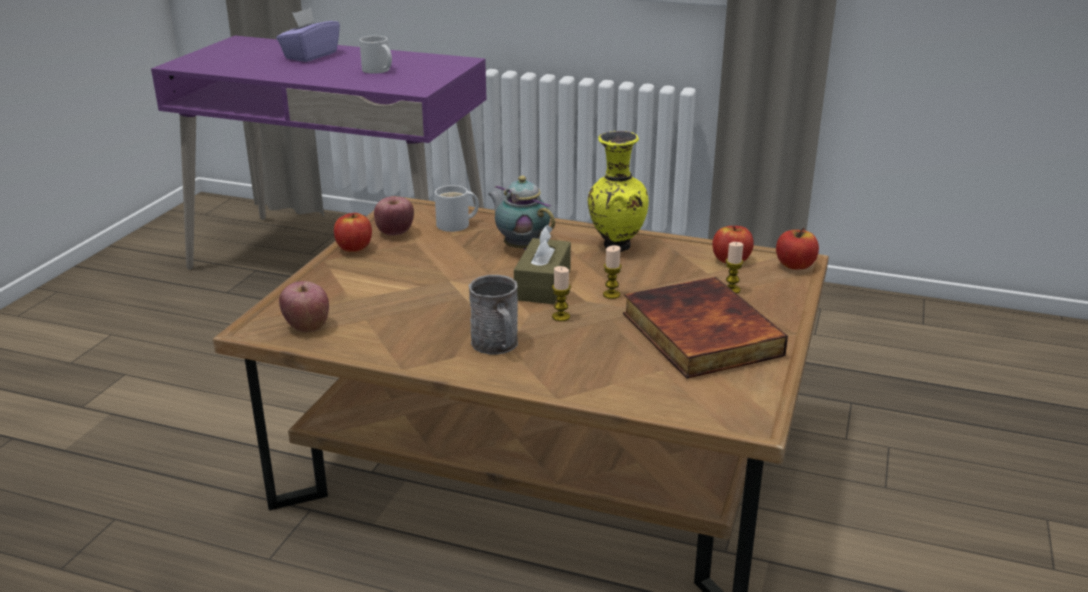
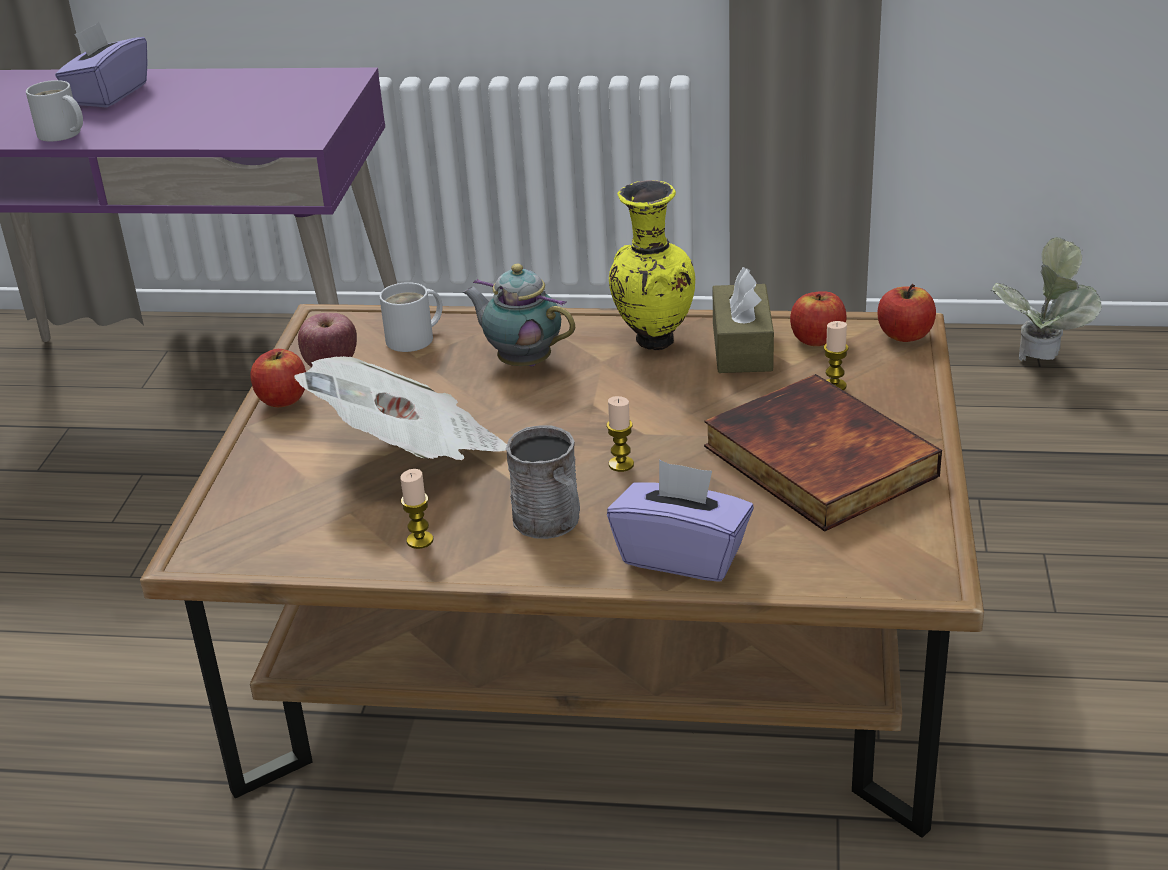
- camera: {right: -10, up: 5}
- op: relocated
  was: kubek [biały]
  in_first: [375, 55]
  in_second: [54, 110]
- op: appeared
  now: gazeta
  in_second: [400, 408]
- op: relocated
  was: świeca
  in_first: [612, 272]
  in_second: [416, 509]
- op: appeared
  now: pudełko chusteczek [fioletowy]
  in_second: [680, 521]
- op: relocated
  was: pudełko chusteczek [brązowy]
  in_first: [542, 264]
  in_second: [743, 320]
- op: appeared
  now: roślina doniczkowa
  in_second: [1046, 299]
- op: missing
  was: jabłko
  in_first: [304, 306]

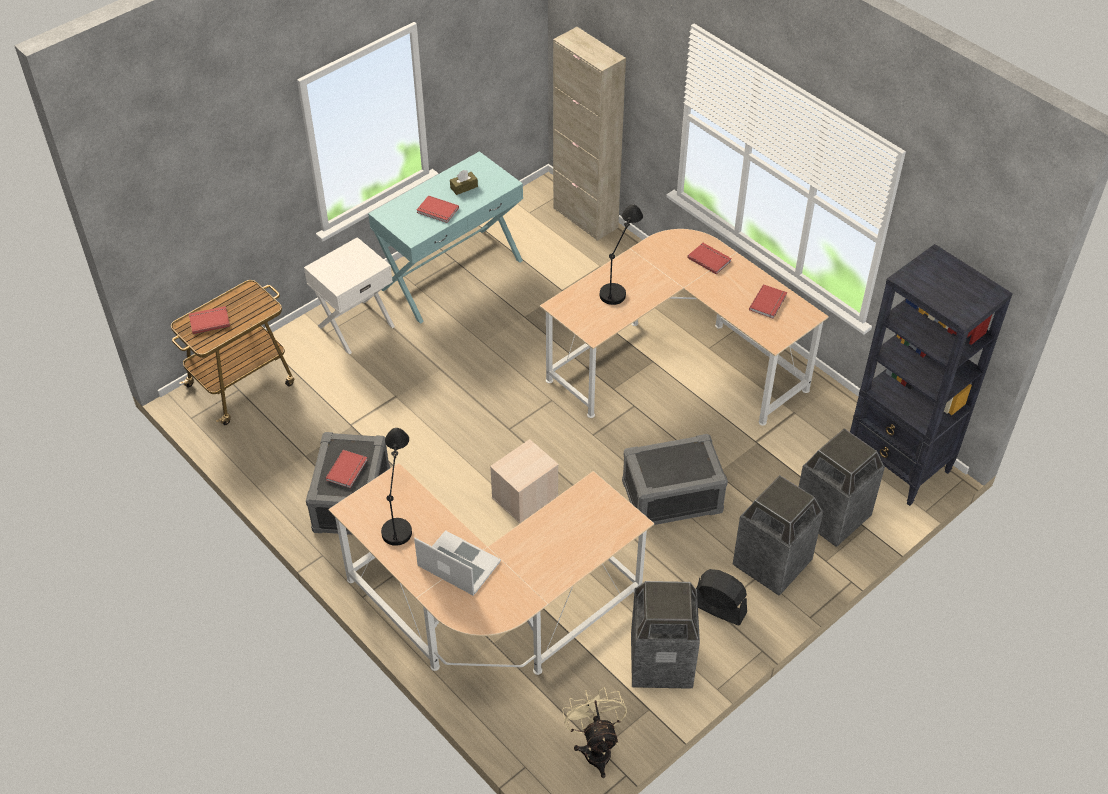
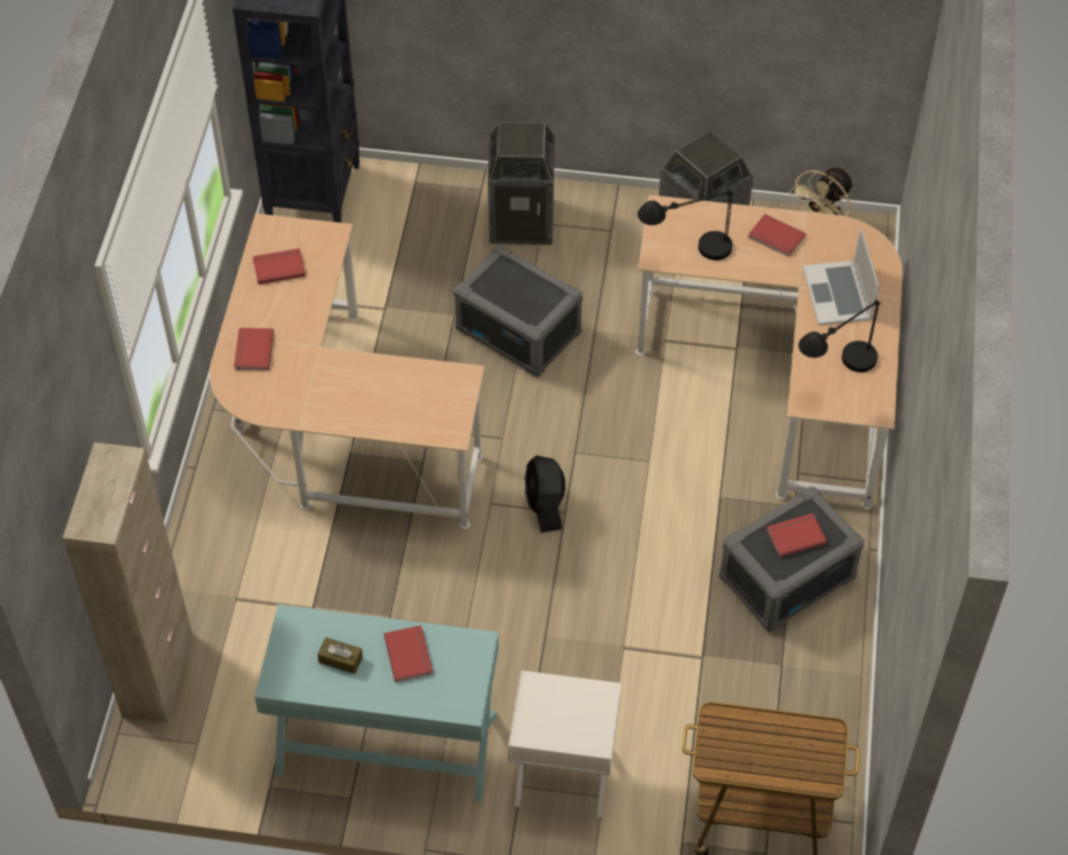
- camera: {right: -130, up: 5}
- op: relocated
  was: wentylator [czarny]
  in_first: [721, 597]
  in_second: [545, 494]
- op: relocated
  was: lampa stołowa [czarny]
  in_first: [621, 254]
  in_second: [685, 224]
- op: relocated
  was: książka [czerwony]
  in_first: [209, 320]
  in_second: [777, 235]
- op: missing
  was: pojemnik do przechowywania [beżowy]
  in_first: [524, 481]
- op: missing
  was: kosz na śmieci
  in_first: [842, 487]

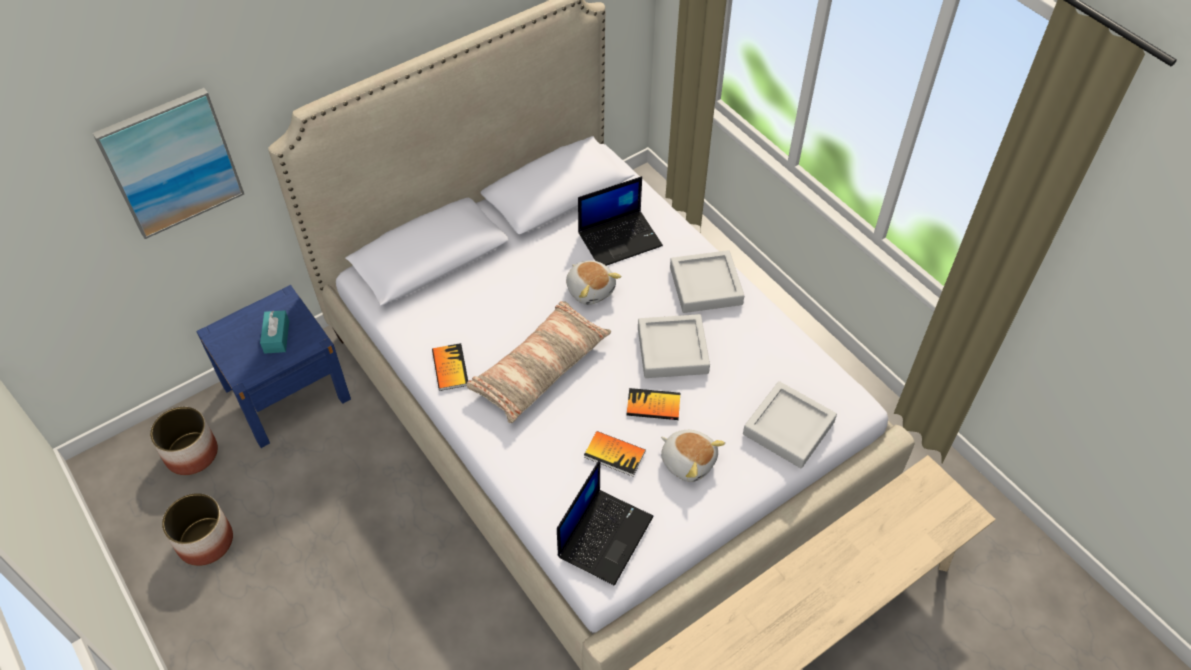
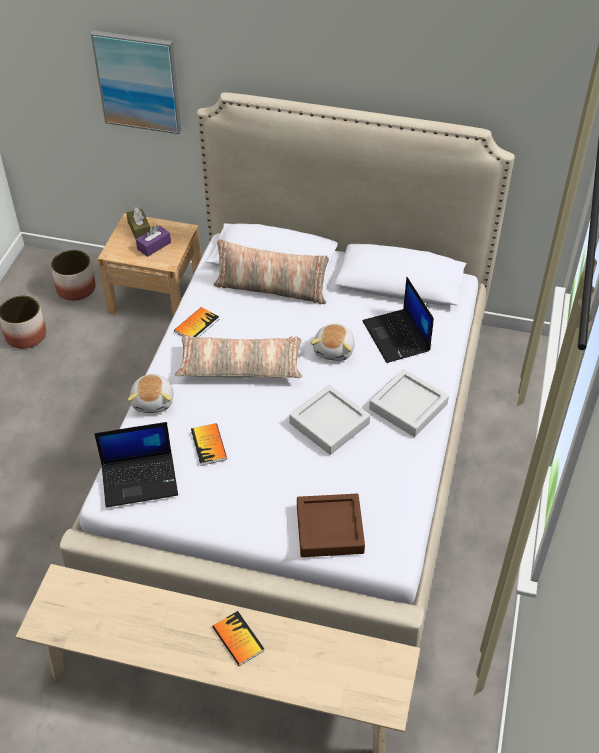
- camera: {right: 50, up: -5}
- op: colour
  was: szafka nocna [niebieski]
  now: szafka nocna [beżowy]
  in_first: [273, 366]
  in_second: [149, 264]
- op: appeared
  now: pudełko chusteczek [brązowy]
  in_second: [138, 223]
- op: relocated
  was: pluszak
  in_first: [693, 456]
  in_second: [150, 393]
- op: colour
  was: pudełko chusteczek [turkusowy]
  now: pudełko chusteczek [fioletowy]
  in_first: [274, 332]
  in_second: [153, 241]
- op: relocated
  was: książka
  in_first: [653, 404]
  in_second: [238, 638]
- op: appeared
  now: poduszka
  in_second: [271, 271]
- op: colour
  was: taca [szary]
  now: taca [brązowy]
  in_first: [790, 424]
  in_second: [331, 525]
- op: spun
  was: laptop
  in_first: [620, 221]
  in_second: [398, 320]
  clockwise: 45

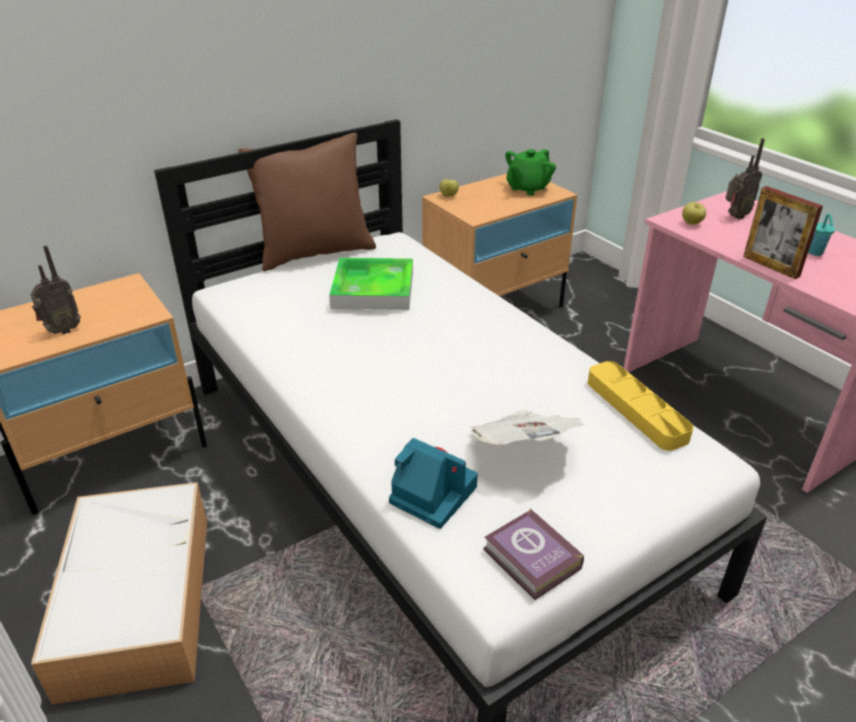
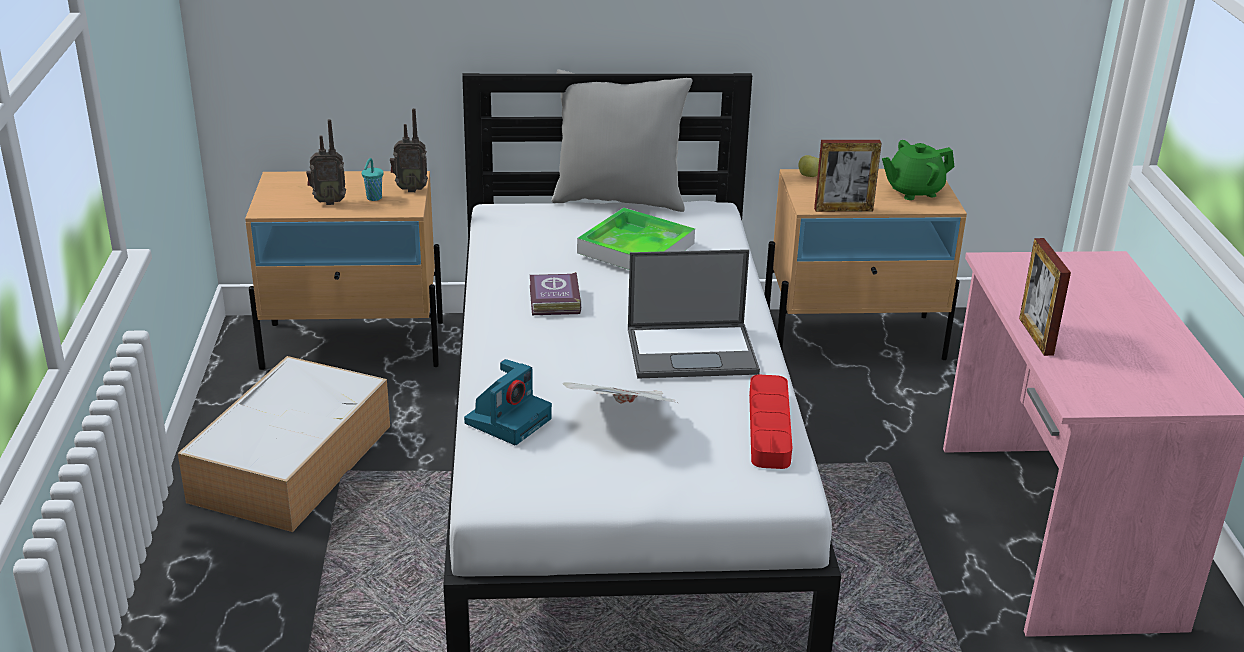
- camera: {right: 30, up: -5}
- op: relocated
  was: filiżanka [turkusowy]
  in_first: [821, 235]
  in_second: [373, 179]
- op: relocated
  was: radio
  in_first: [745, 179]
  in_second: [409, 150]
- op: spun
  was: aparat fotograficzny
  in_first: [433, 483]
  in_second: [508, 402]
  clockwise: 60
- op: relocated
  was: książka
  in_first: [533, 554]
  in_second: [555, 293]
- op: colour
  was: poduszka [brązowy]
  now: poduszka [szary]
  in_first: [307, 202]
  in_second: [621, 140]
- op: appeared
  now: laptop
  in_second: [694, 314]
- op: colour
  was: taca [żółty]
  now: taca [czerwony]
  in_first: [640, 406]
  in_second: [770, 421]
- op: appeared
  now: ramka na zdjęcie
  in_second: [848, 176]
- op: missing
  was: jabłko
  in_first: [694, 213]

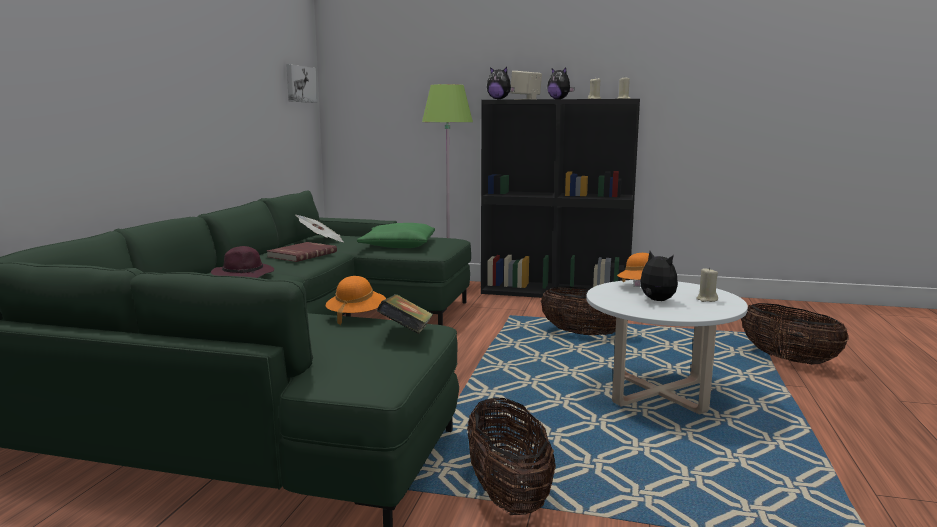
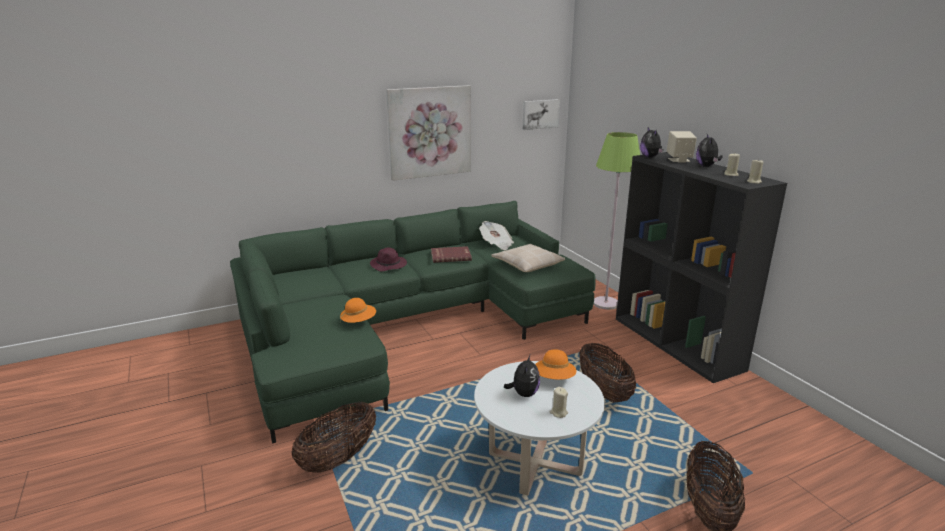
- camera: {right: 50, up: 10}
- op: appeared
  now: obraz
  in_second: [428, 133]
- op: colour
  was: poduszka [zielony]
  now: poduszka [beżowy]
  in_first: [396, 235]
  in_second: [528, 258]
- op: missing
  was: książka
  in_first: [405, 314]

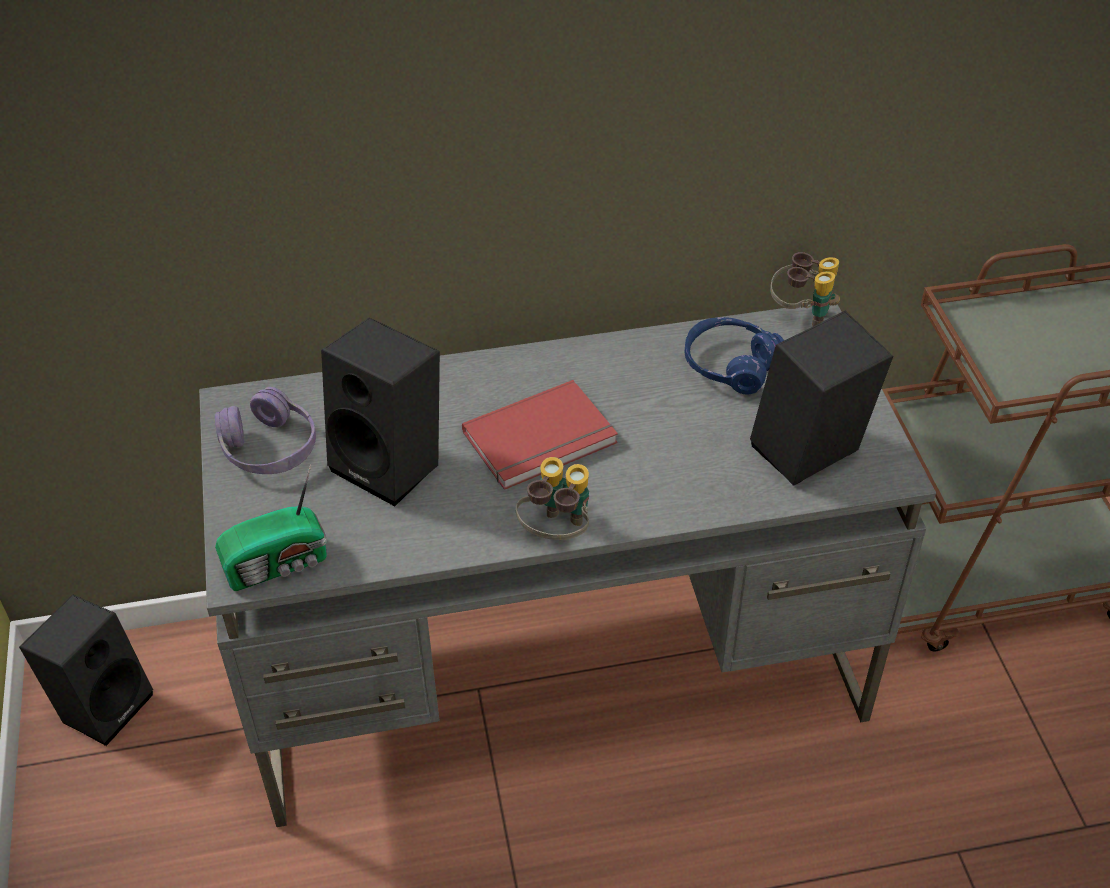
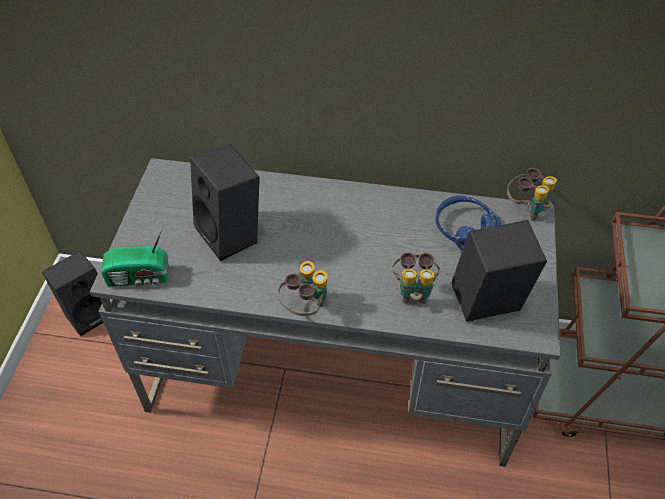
- camera: {right: 20, up: 5}
- op: appeared
  now: lornetka
  in_second: [416, 278]
- op: missing
  was: słuchawki [fioletowy]
  in_first: [265, 430]
- op: missing
  was: książka [czerwony]
  in_first: [540, 435]

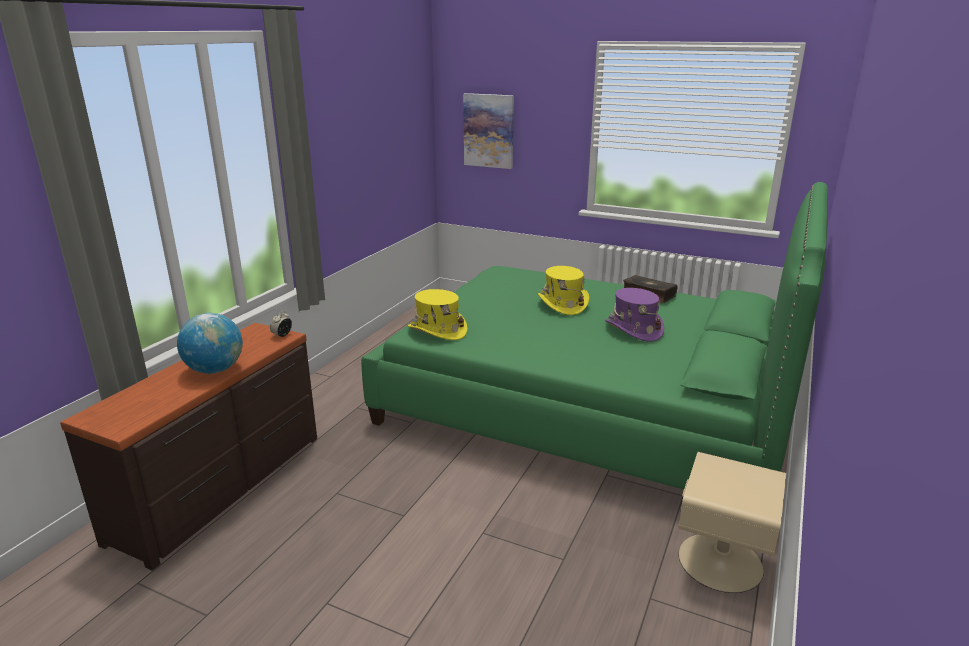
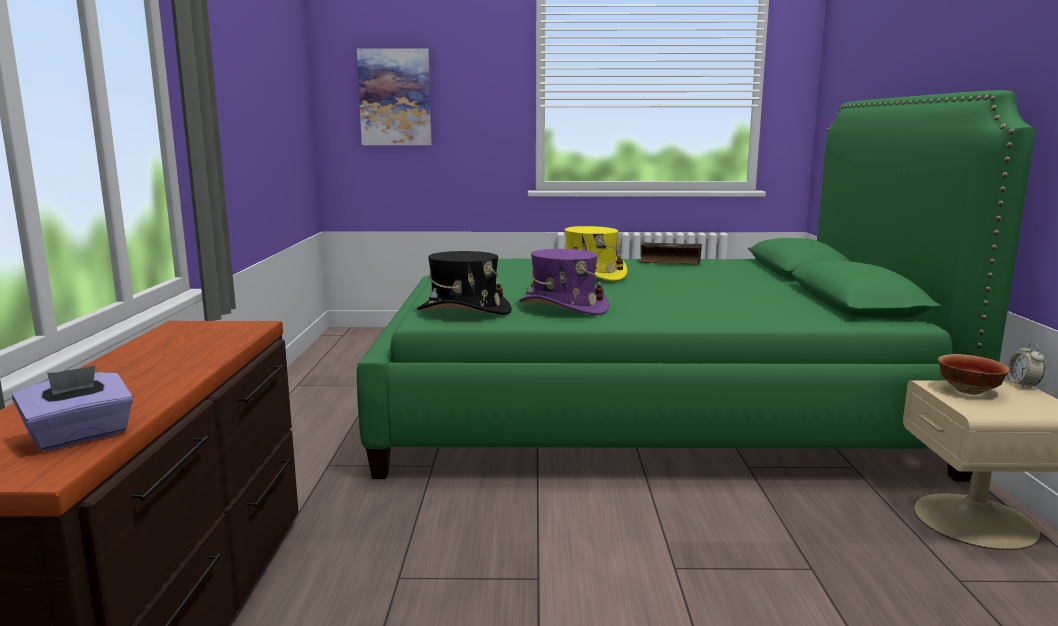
- camera: {right: -25, up: -10}
- op: appeared
  now: pudełko chusteczek [fioletowy]
  in_second: [72, 408]
- op: colour
  was: kapelusz [żółty]
  now: kapelusz [czarny]
  in_first: [437, 314]
  in_second: [464, 283]
- op: relocated
  was: kapelusz [fioletowy]
  in_first: [634, 315]
  in_second: [564, 282]
- op: appeared
  now: miska
  in_second: [974, 374]
- op: relocated
  was: budzik
  in_first: [281, 324]
  in_second: [1026, 365]
- op: missing
  was: globus
  in_first: [210, 343]

